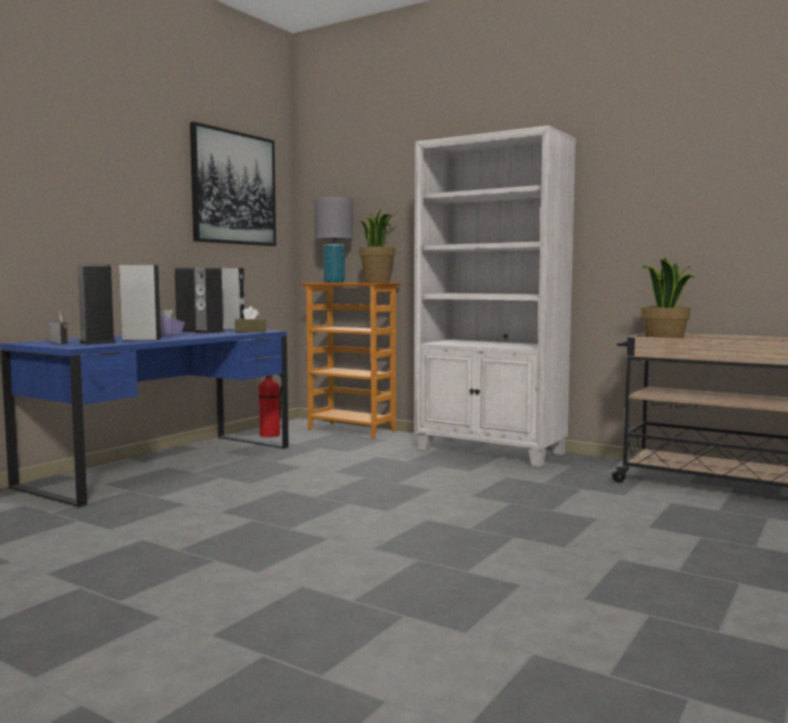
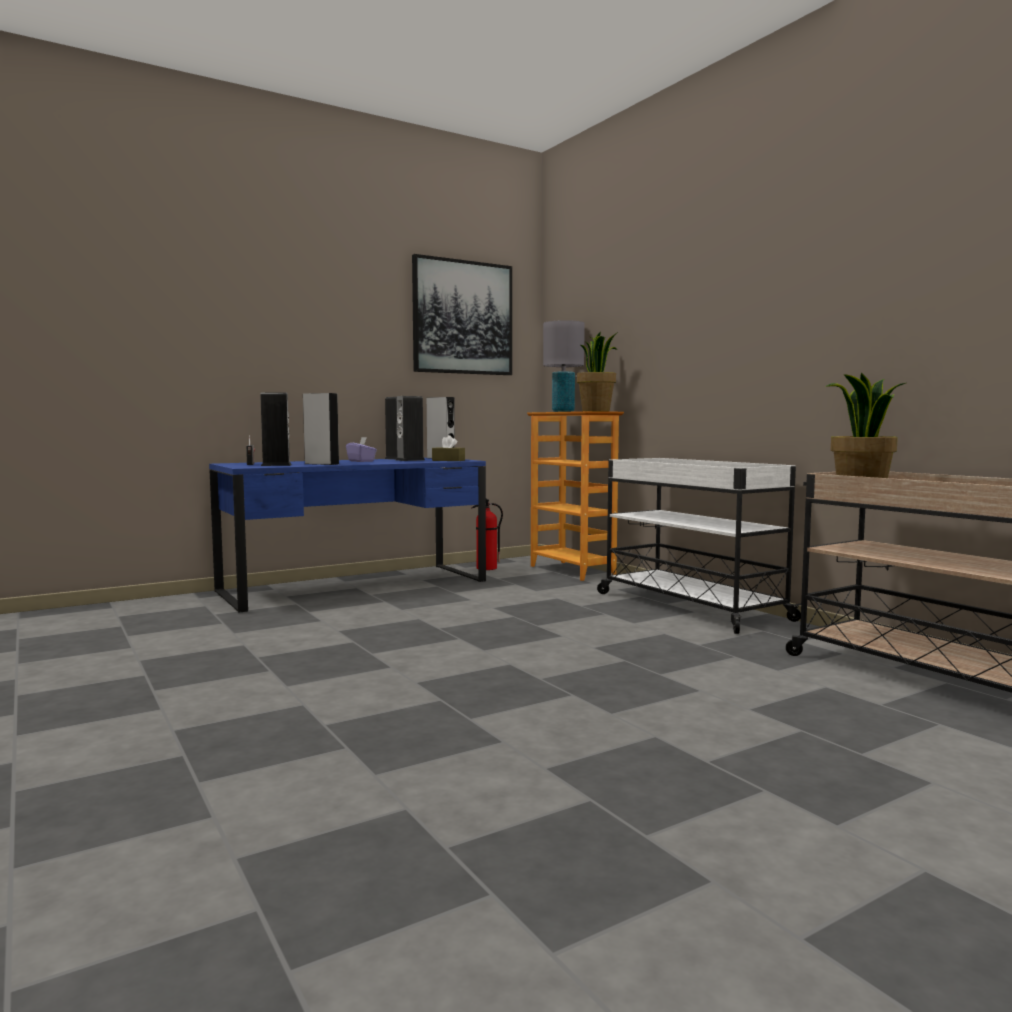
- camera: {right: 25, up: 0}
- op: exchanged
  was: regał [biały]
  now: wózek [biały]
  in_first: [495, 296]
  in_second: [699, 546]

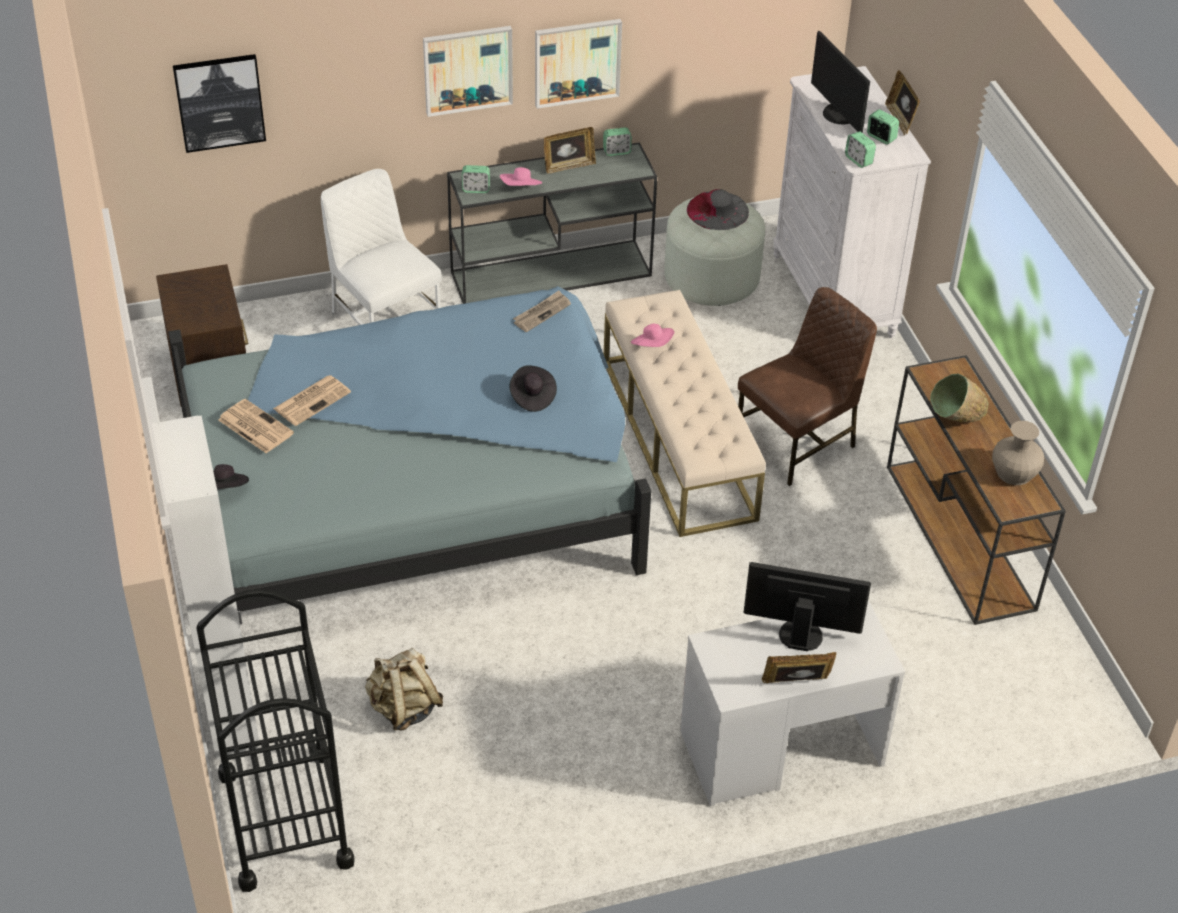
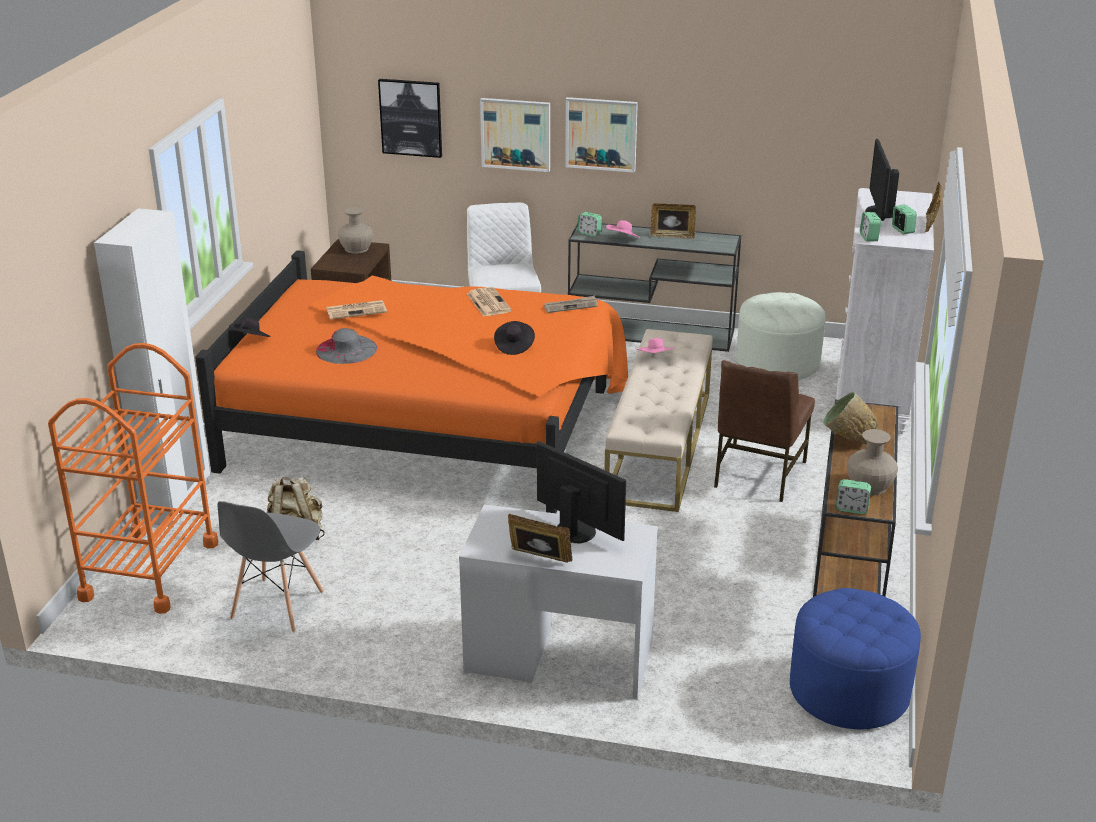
- camera: {right: 30, up: -15}
- op: colour
  was: wózek [czarny]
  now: wózek [pomarańczowy]
  in_first: [275, 740]
  in_second: [133, 478]
- op: colour
  was: łóżko [niebieski]
  now: łóżko [pomarańczowy]
  in_first: [409, 449]
  in_second: [411, 381]
- op: appeared
  now: krzesło [szary]
  in_second: [270, 566]
- op: relocated
  was: kapelusz [szary]
  in_first: [718, 209]
  in_second: [346, 346]
- op: appeared
  now: wazon [beżowy]
  in_second: [355, 230]
- op: relocated
  was: gazeta
  in_first: [256, 426]
  in_second: [489, 302]
- op: relocated
  was: obraz
  in_first: [578, 64]
  in_second: [515, 135]
- op: spun
  was: krzesło [brązowy]
  in_first: [807, 386]
  in_second: [764, 431]
  clockwise: 120
- op: appeared
  now: pufa [niebieski]
  in_second: [855, 658]
- op: relocated
  was: budzik
  in_first: [617, 141]
  in_second: [853, 496]

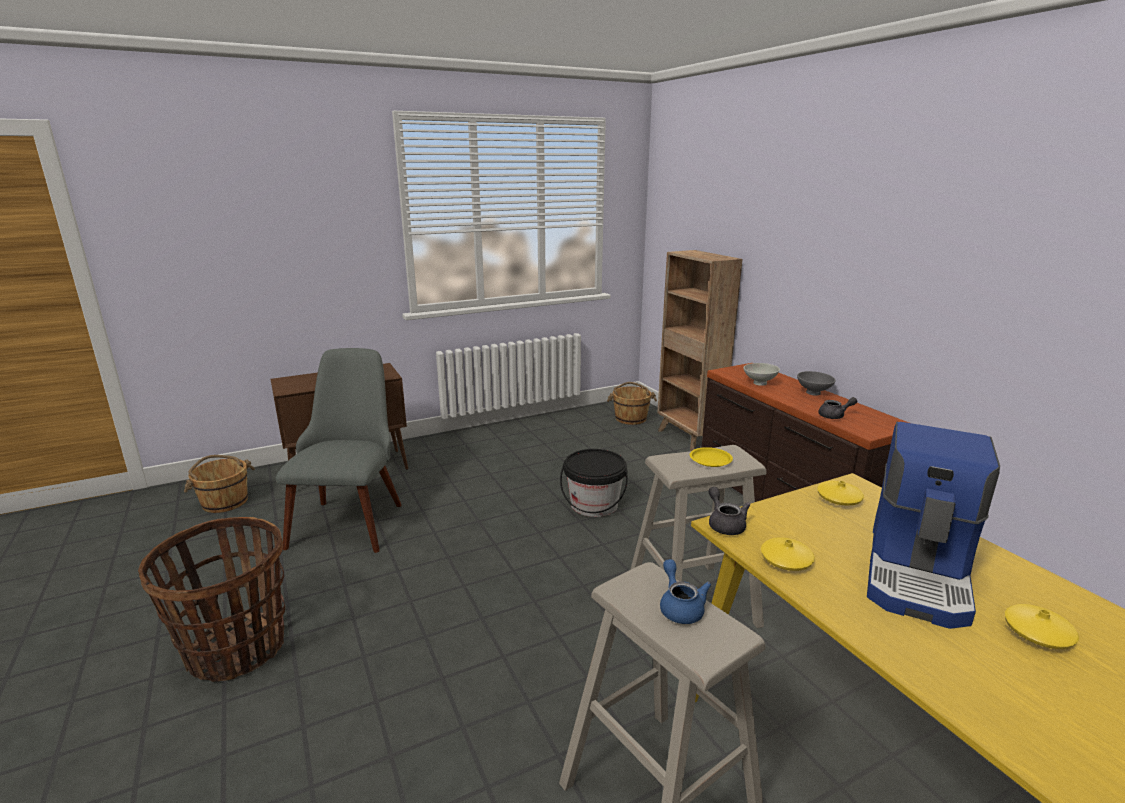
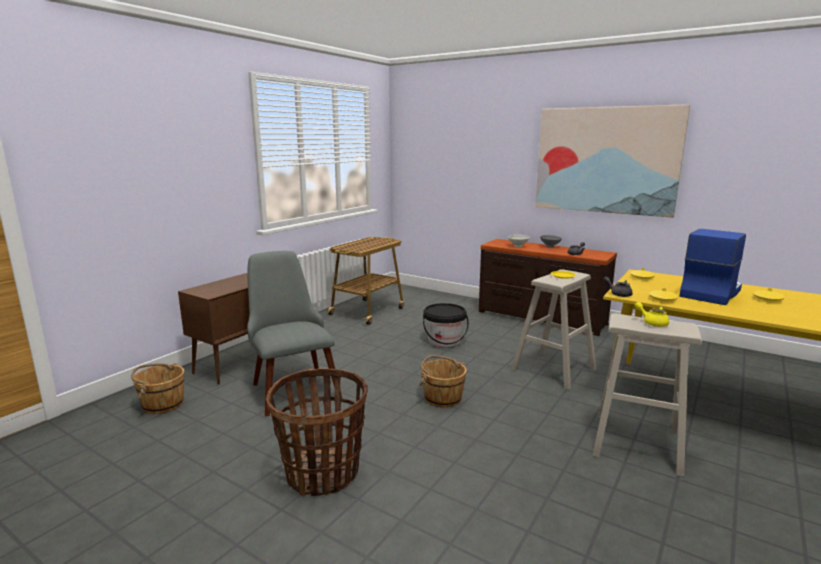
- camera: {right: -30, up: -5}
- op: appeared
  now: wózek
  in_second: [365, 281]
- op: relocated
  was: wiadro [brązowy]
  in_first: [632, 403]
  in_second: [443, 381]
- op: appeared
  now: obraz
  in_second: [612, 161]
- op: colour
  was: imbryk [niebieski]
  now: imbryk [żółty]
  in_first: [685, 591]
  in_second: [652, 314]
- op: spun
  was: ekspres do kawy
  in_first: [933, 525]
  in_second: [712, 267]
  clockwise: -135
- op: missing
  was: regał [brązowy]
  in_first: [699, 350]

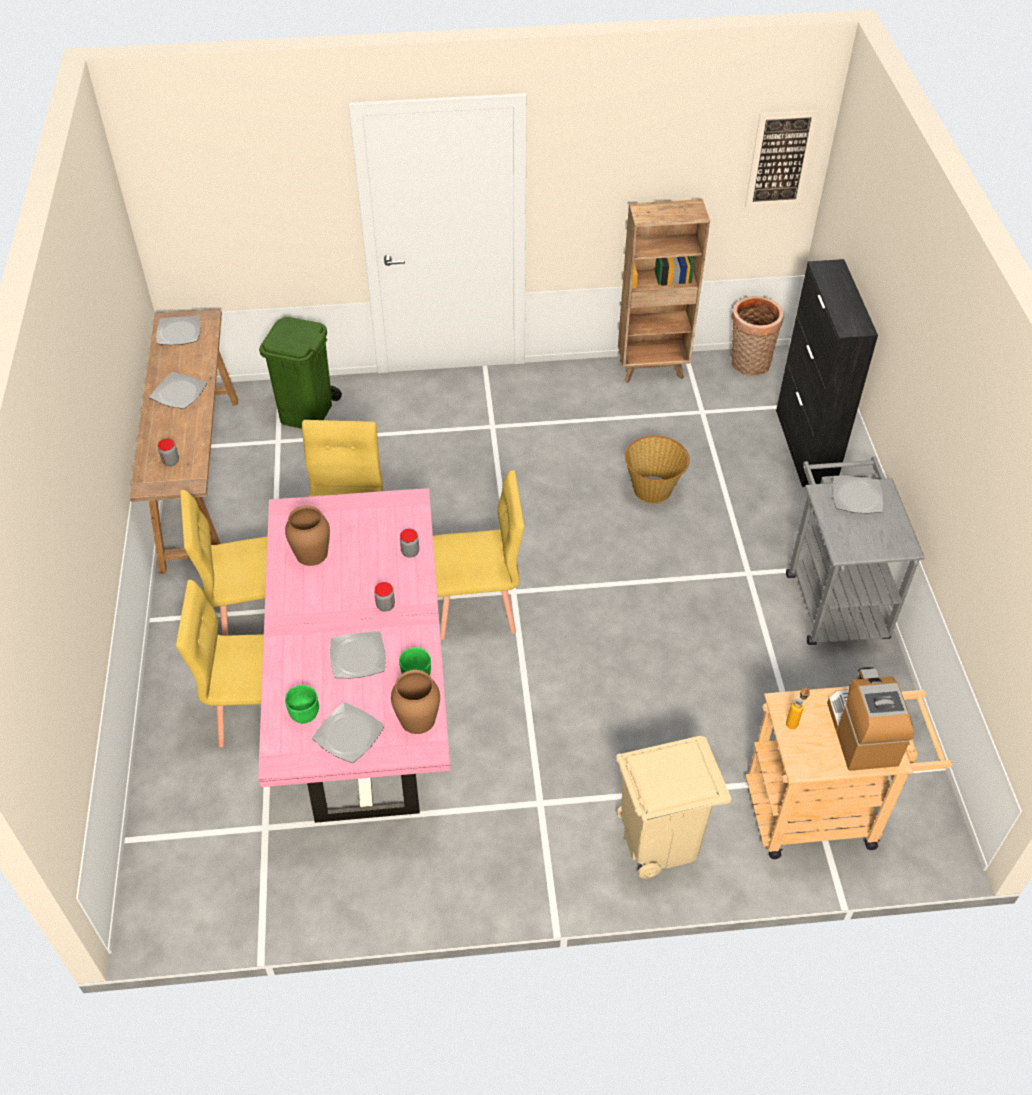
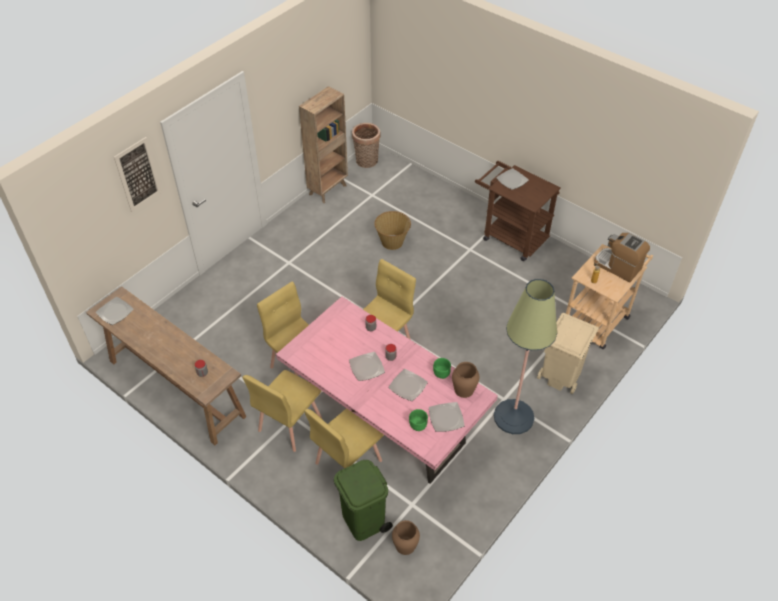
- camera: {right: -45, up: 0}
- op: relocated
  was: obraz
  in_first: [782, 159]
  in_second: [138, 174]
- op: relocated
  was: kosz na śmieci [zielony]
  in_first: [300, 373]
  in_second: [363, 500]
- op: relocated
  was: talerz
  in_first: [178, 390]
  in_second: [367, 366]
- op: relocated
  was: wazon [brązowy]
  in_first: [307, 535]
  in_second: [406, 537]
- op: colour
  was: wózek [szary]
  now: wózek [brązowy]
  in_first: [855, 551]
  in_second: [518, 211]
- op: appeared
  now: lampa stojąca
  in_second: [525, 356]
- op: missing
  was: szafka [czarny]
  in_first: [827, 373]

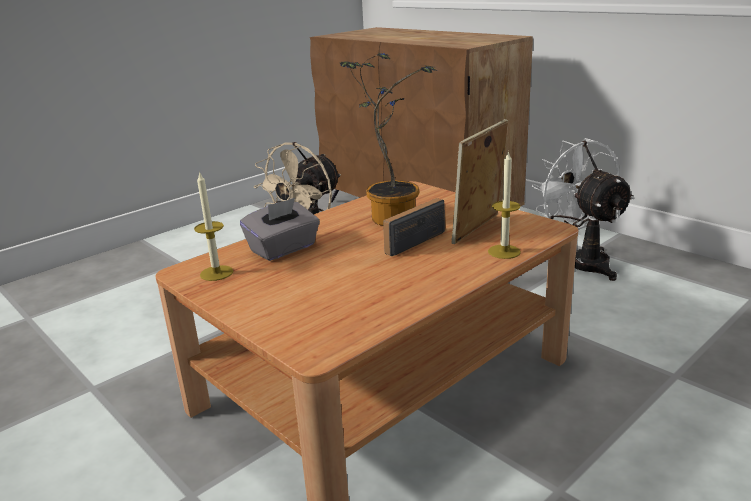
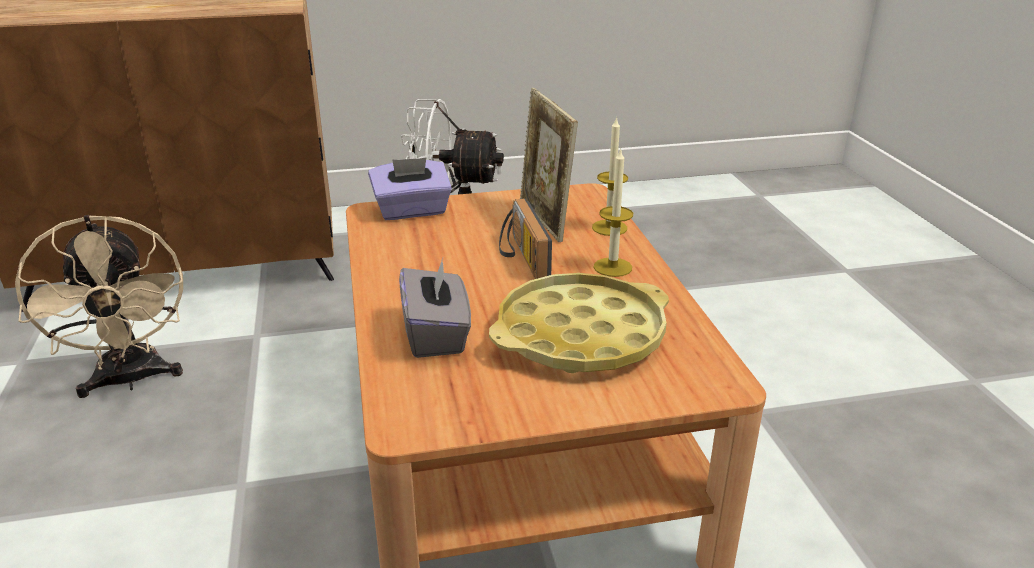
- camera: {right: -60, up: 5}
- op: appeared
  now: pudełko chusteczek [fioletowy]
  in_second: [410, 189]
- op: appeared
  now: taca [żółty]
  in_second: [579, 323]
- op: relocated
  was: świeca
  in_first: [213, 226]
  in_second: [613, 212]
- op: missing
  was: roślina doniczkowa
  in_first: [388, 139]

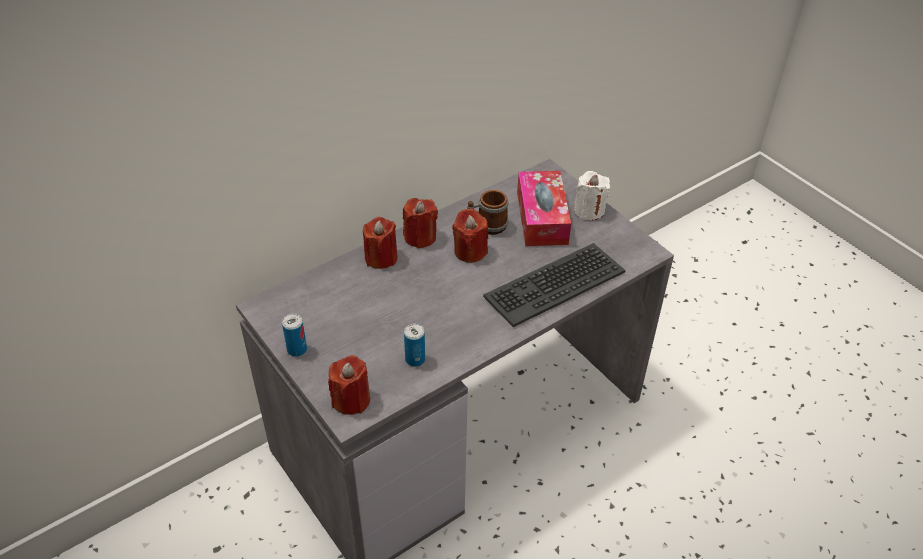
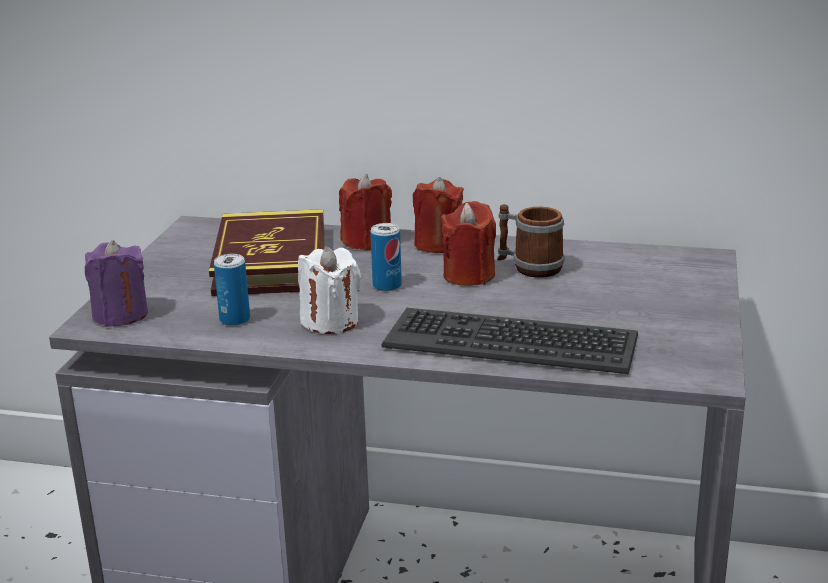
- camera: {right: 50, up: -20}
- op: colour
  was: świeca [czerwony]
  now: świeca [fioletowy]
  in_first: [349, 385]
  in_second: [116, 283]
- op: appeared
  now: książka
  in_second: [266, 252]
- op: relocated
  was: świeca [biały]
  in_first: [592, 195]
  in_second: [329, 290]
- op: relocated
  was: puszka
  in_first: [294, 335]
  in_second: [386, 257]
- op: missing
  was: pudełko chusteczek
  in_first: [544, 208]

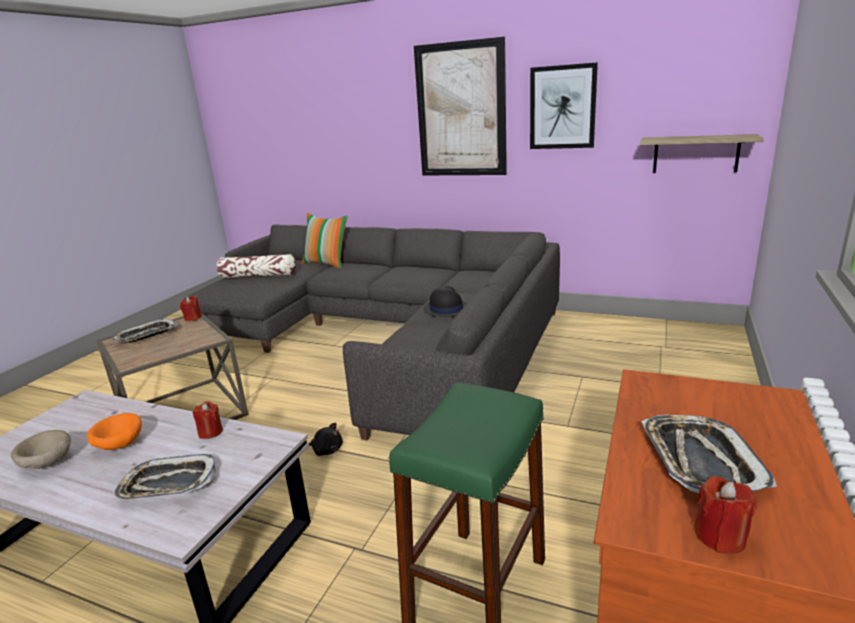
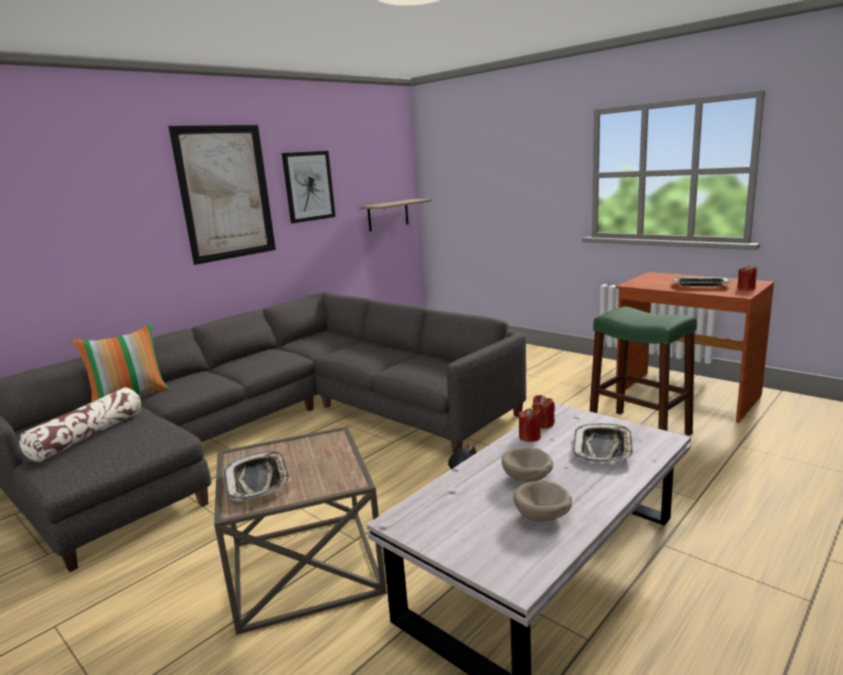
- camera: {right: -70, up: -5}
- op: colour
  was: miska [pomarańczowy]
  now: miska [beżowy]
  in_first: [114, 431]
  in_second: [527, 464]
- op: relocated
  was: świeca [czerwony]
  in_first: [191, 308]
  in_second: [543, 412]
- op: missing
  was: kapelusz [czarny]
  in_first: [445, 301]

